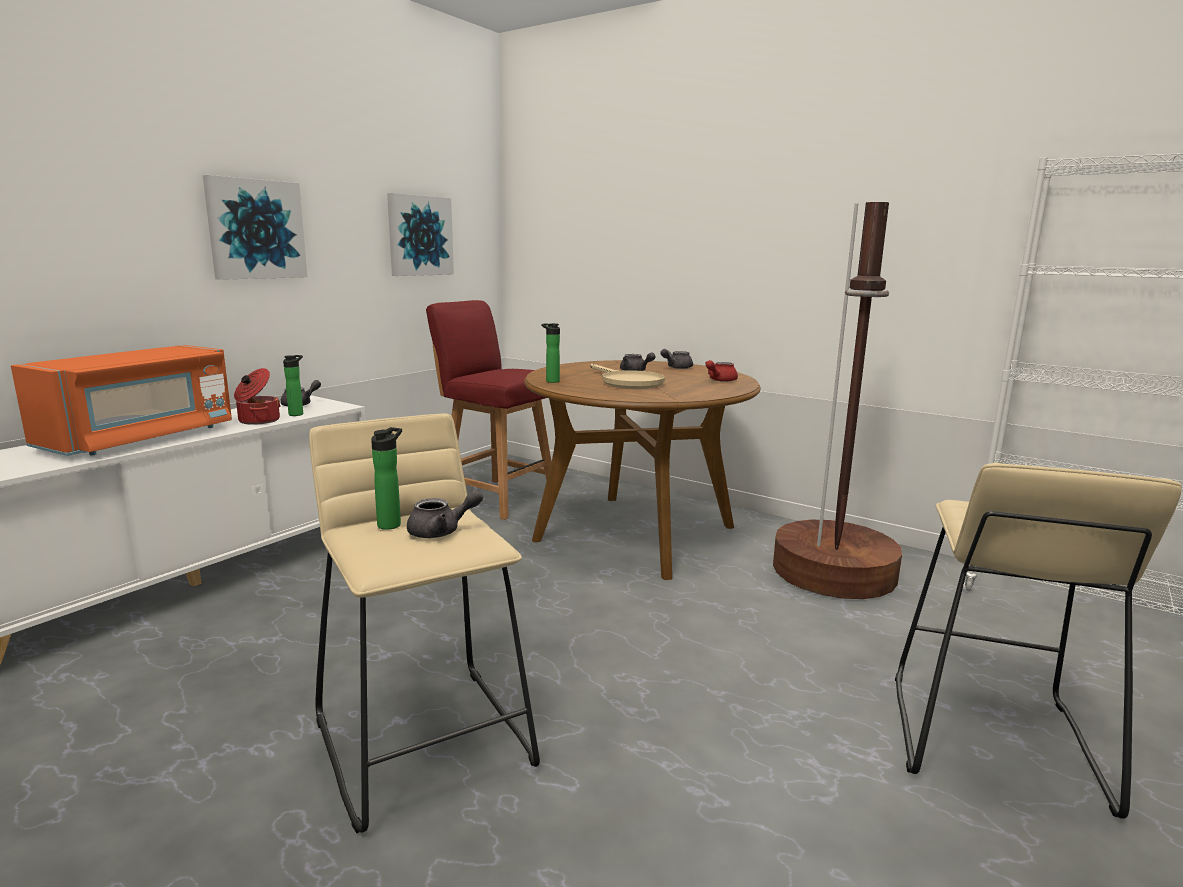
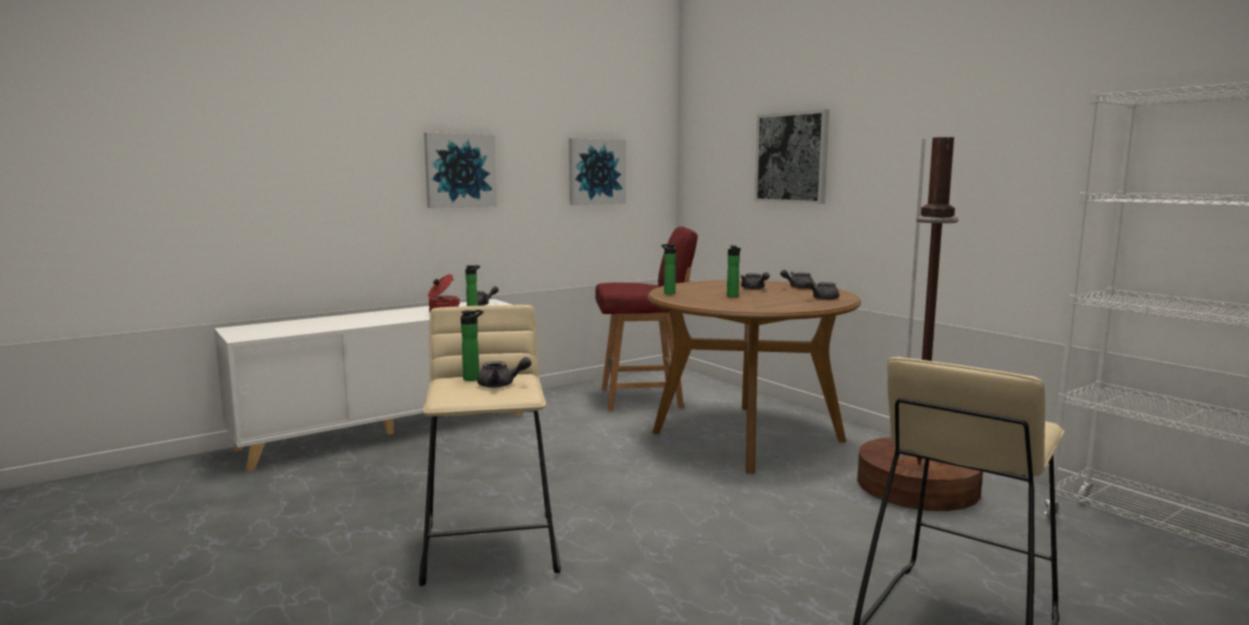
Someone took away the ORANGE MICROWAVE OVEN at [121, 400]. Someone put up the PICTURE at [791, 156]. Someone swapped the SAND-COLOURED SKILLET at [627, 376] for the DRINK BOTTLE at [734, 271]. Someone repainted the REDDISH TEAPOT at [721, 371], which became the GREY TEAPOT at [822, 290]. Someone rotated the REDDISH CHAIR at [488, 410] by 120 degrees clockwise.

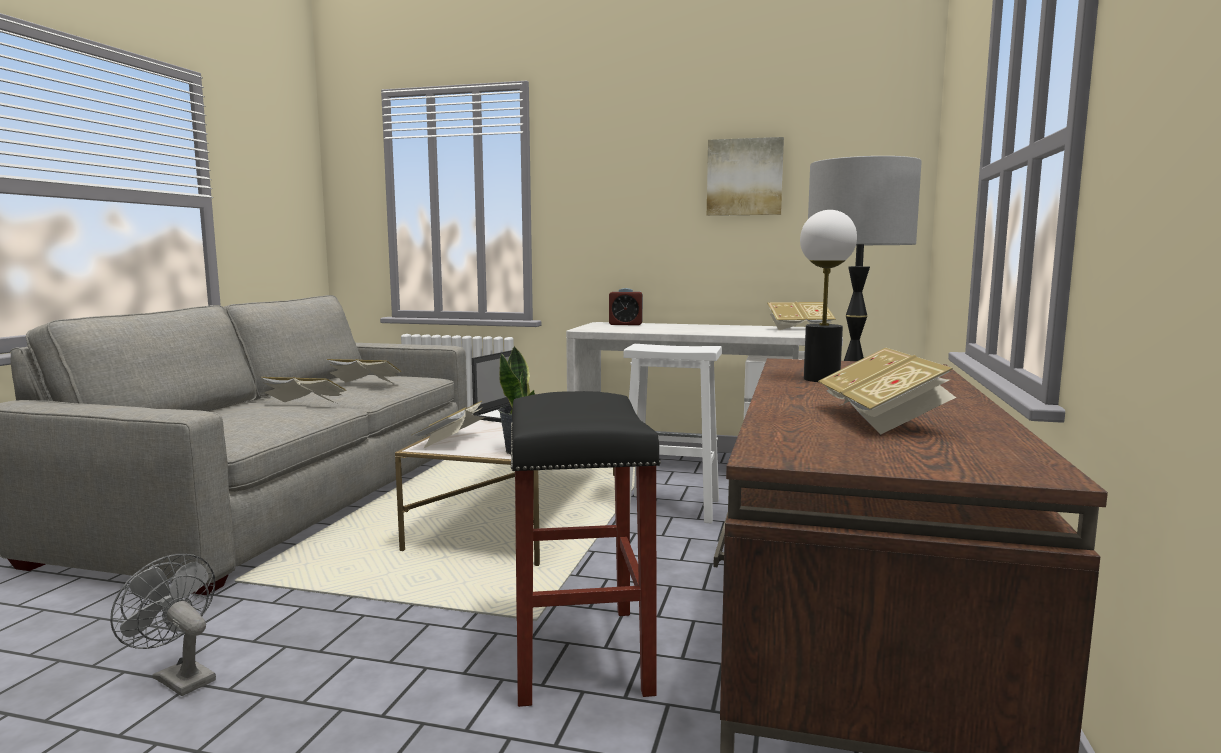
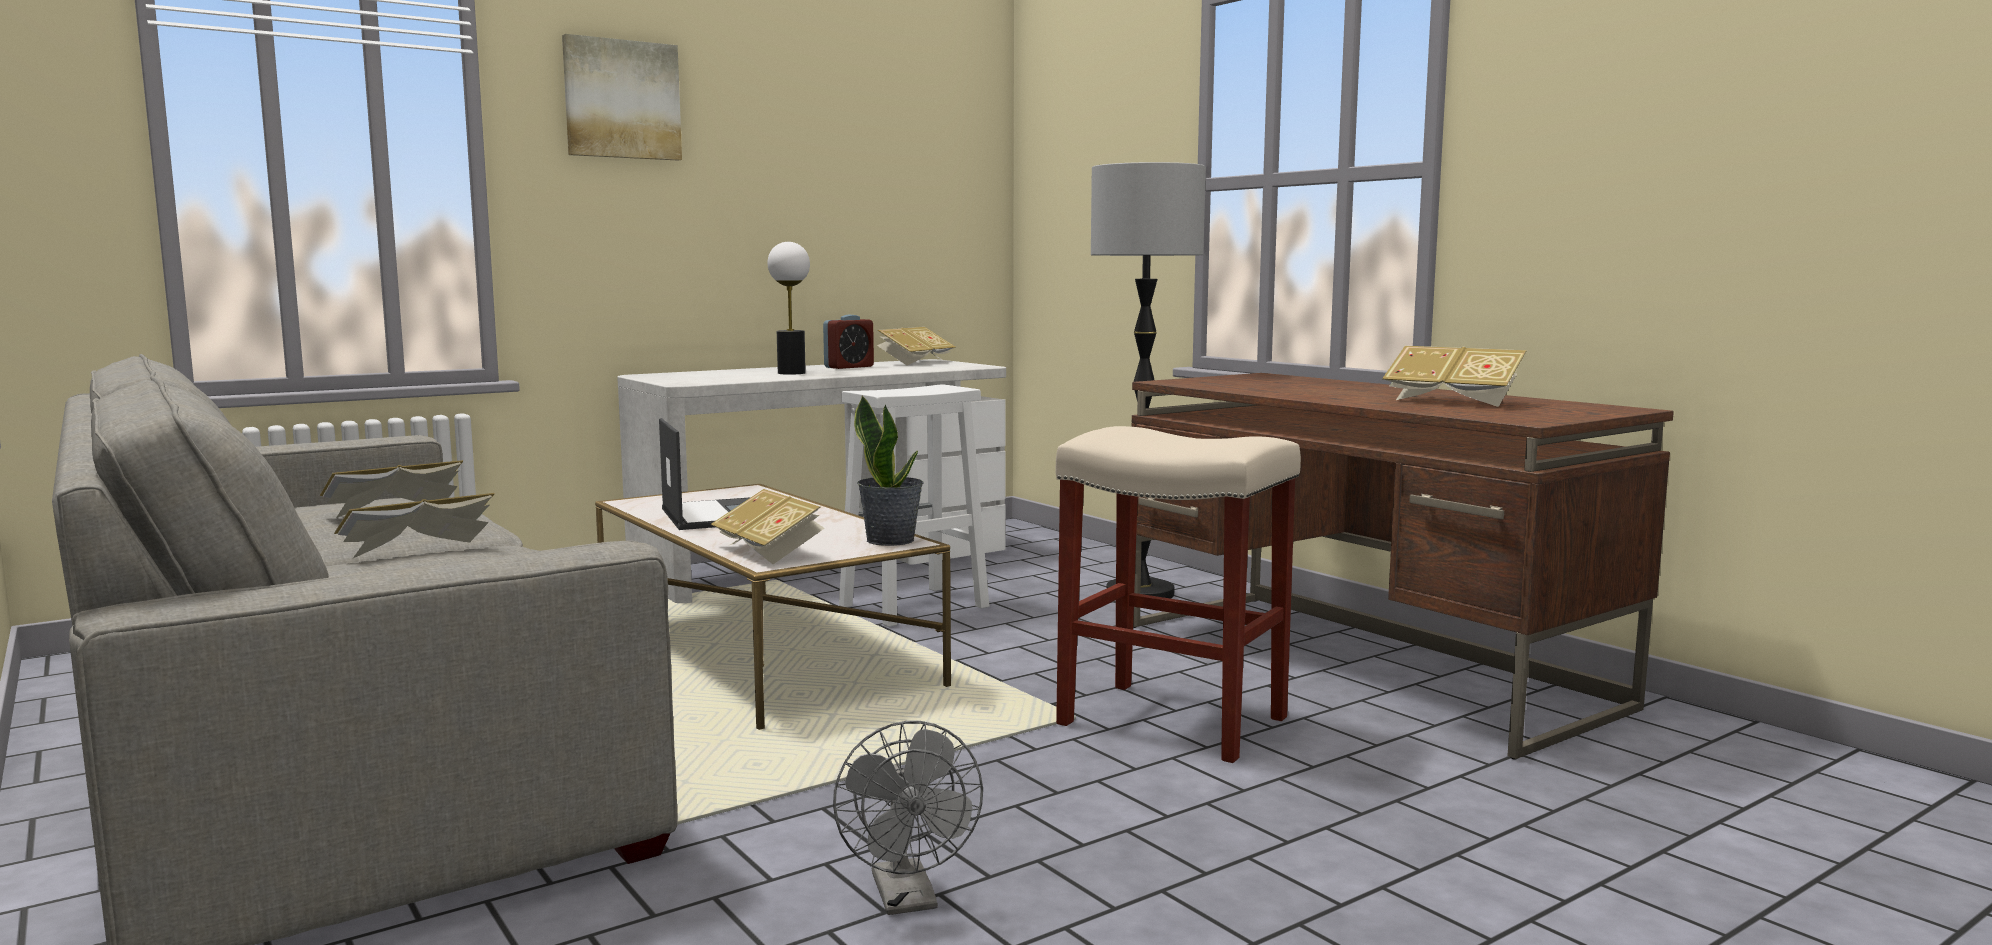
Someone carried the ALARM CLOCK from [626, 306] to [848, 342]. Someone carried the PICTURE from [745, 176] to [622, 97]. Someone carried the TABLETOP LAMP from [828, 296] to [789, 308]. Someone repainted the BLACK STOOL at [586, 549], which became the SAND-COLOURED STOOL at [1178, 594]. Someone rotated the GREY FAN at [163, 625] by 90 degrees counterclockwise.

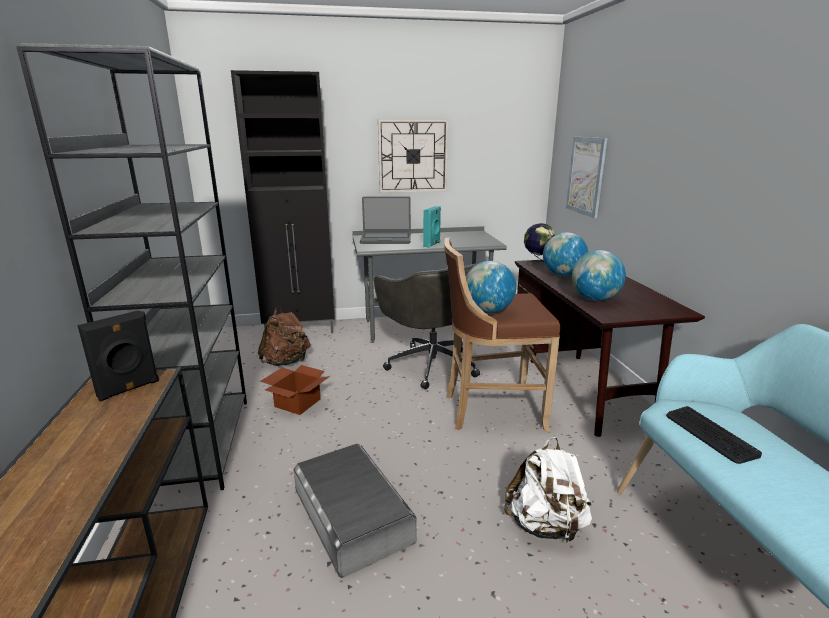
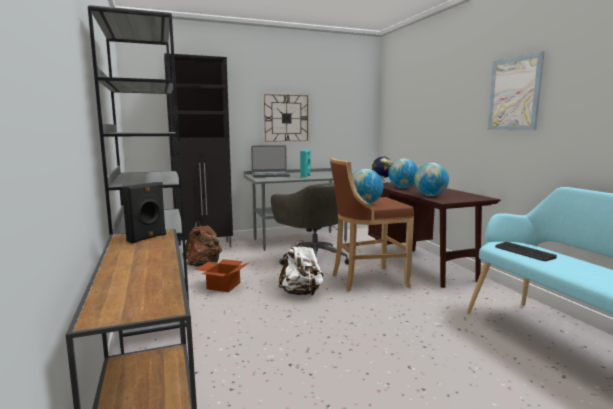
Someone took away the GREY STORAGE BOX at [355, 511]. Someone carried the WHITE-COLOURED BACKPACK from [548, 491] to [300, 268]. Someone carried the PICTURE from [587, 177] to [516, 90].

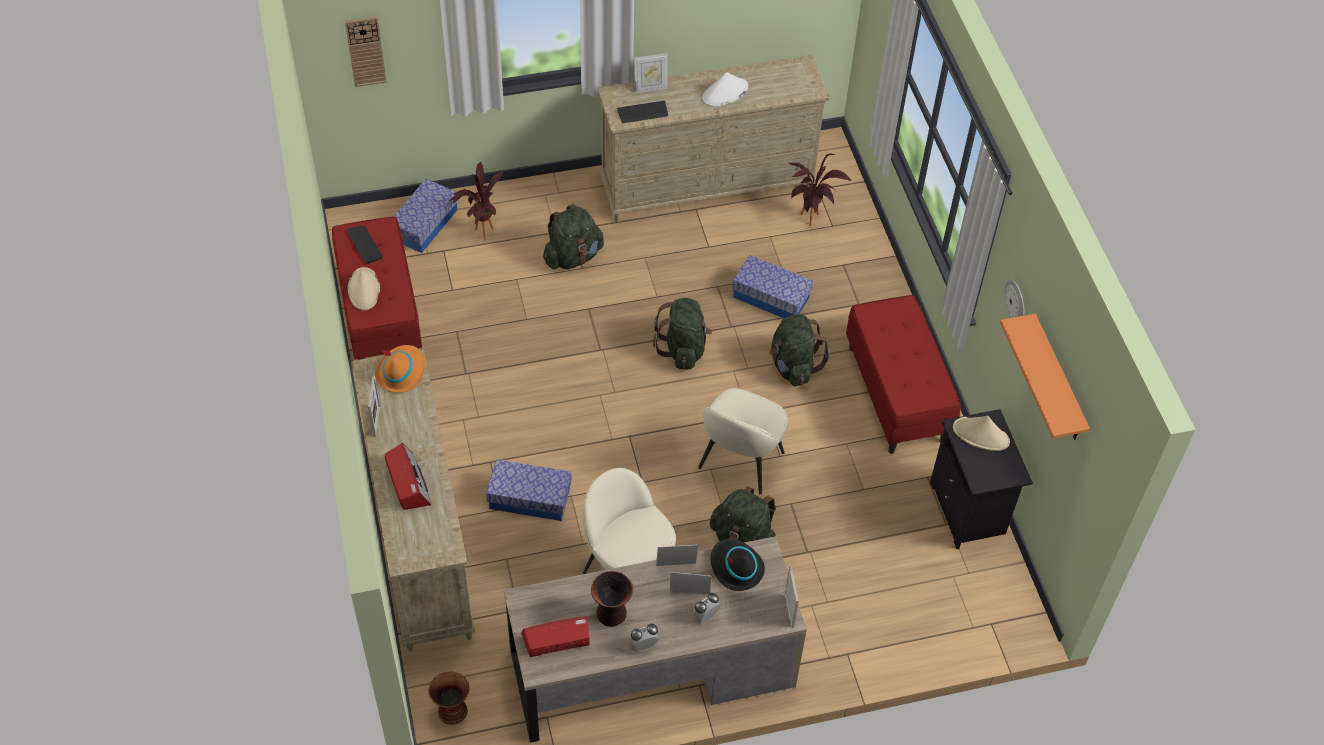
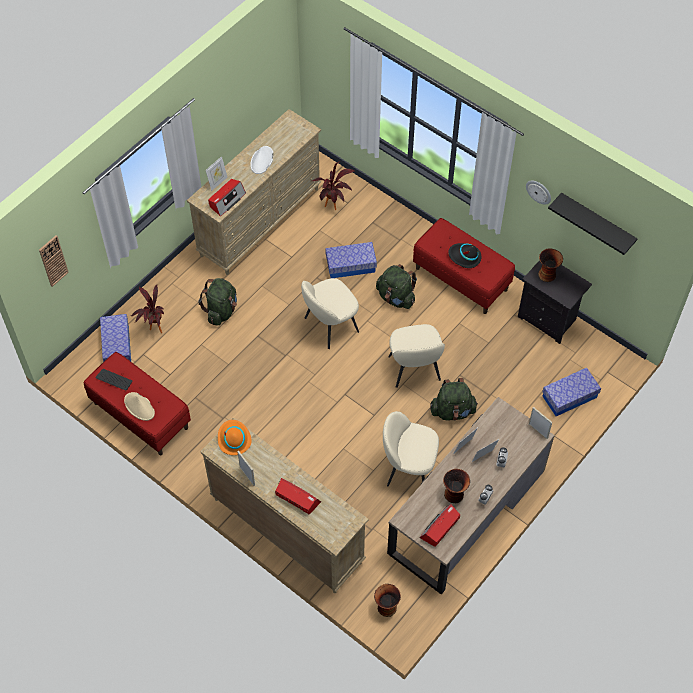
Someone carried the STORAGE BOX from [529, 490] to [571, 392]. Someone carried the BLACK CLOTHING HAT from [737, 565] to [464, 255]. Someone swapped the COMPUTER KEYBOARD at [642, 112] for the RADIO SET at [227, 198]. Someone swapped the GREEN BACKPACK at [682, 334] for the SAND-COLOURED CHAIR at [330, 313]. Someone swapped the SAND-COLOURED CLOTHING HAT at [981, 433] for the DECORATIVE VASE at [550, 265]. Someone repainted the ORANGE BRACKET SHELF at [1045, 377], which became the BLACK BRACKET SHELF at [593, 224].

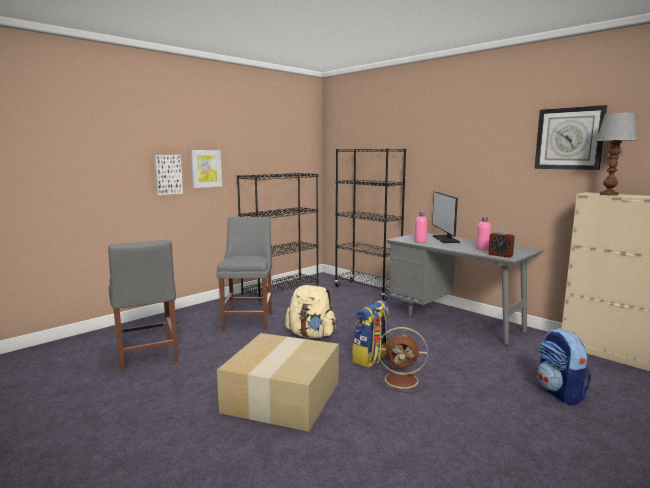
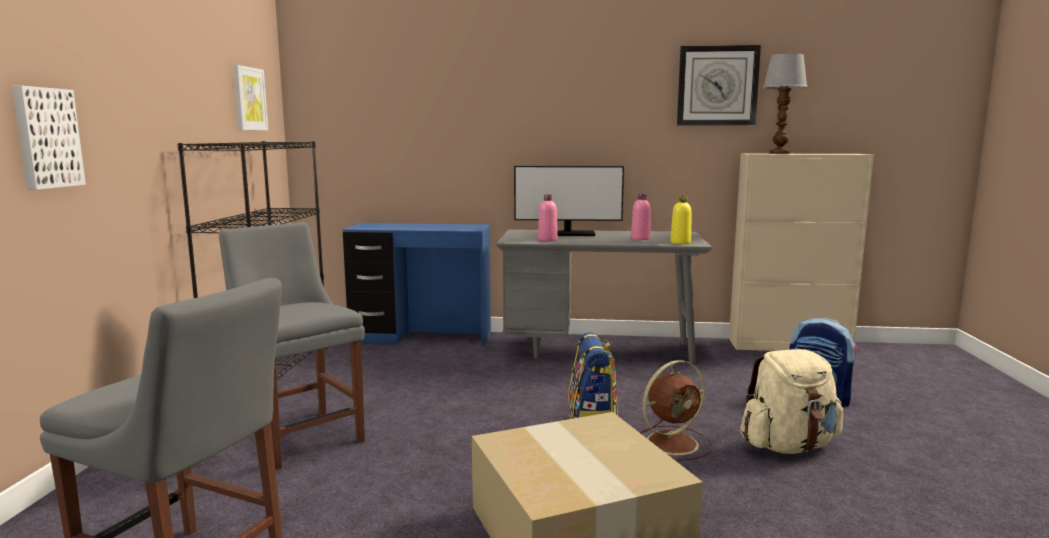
Someone carried the PICTURE from [206, 169] to [250, 97]. Someone carried the SAND-COLOURED BACKPACK from [310, 311] to [791, 401]. Someone swapped the BLACK BOOKSHELF at [370, 224] for the BLUE-COLOURED DESK at [417, 285]. Someone swapped the ALARM CLOCK at [501, 244] for the YELLOW-COLOURED DRINK BOTTLE at [681, 220]. Someone rotated the COMPUTER SCREEN at [446, 217] by 45 degrees counterclockwise.

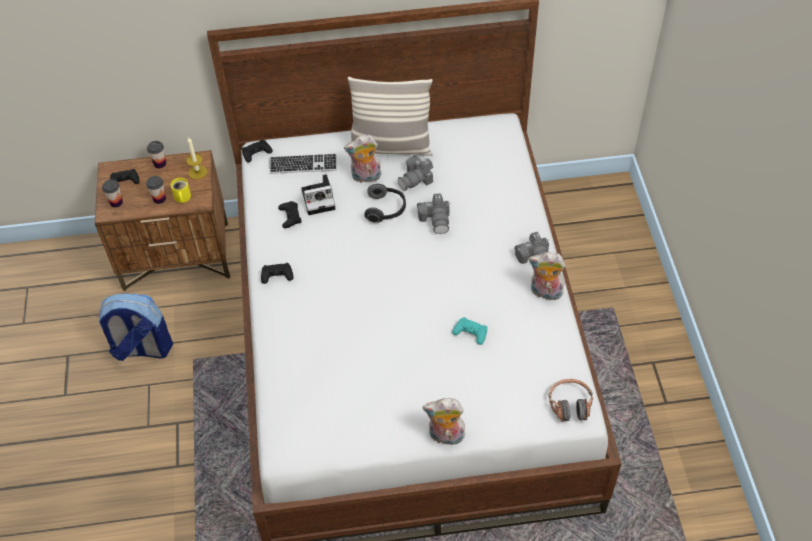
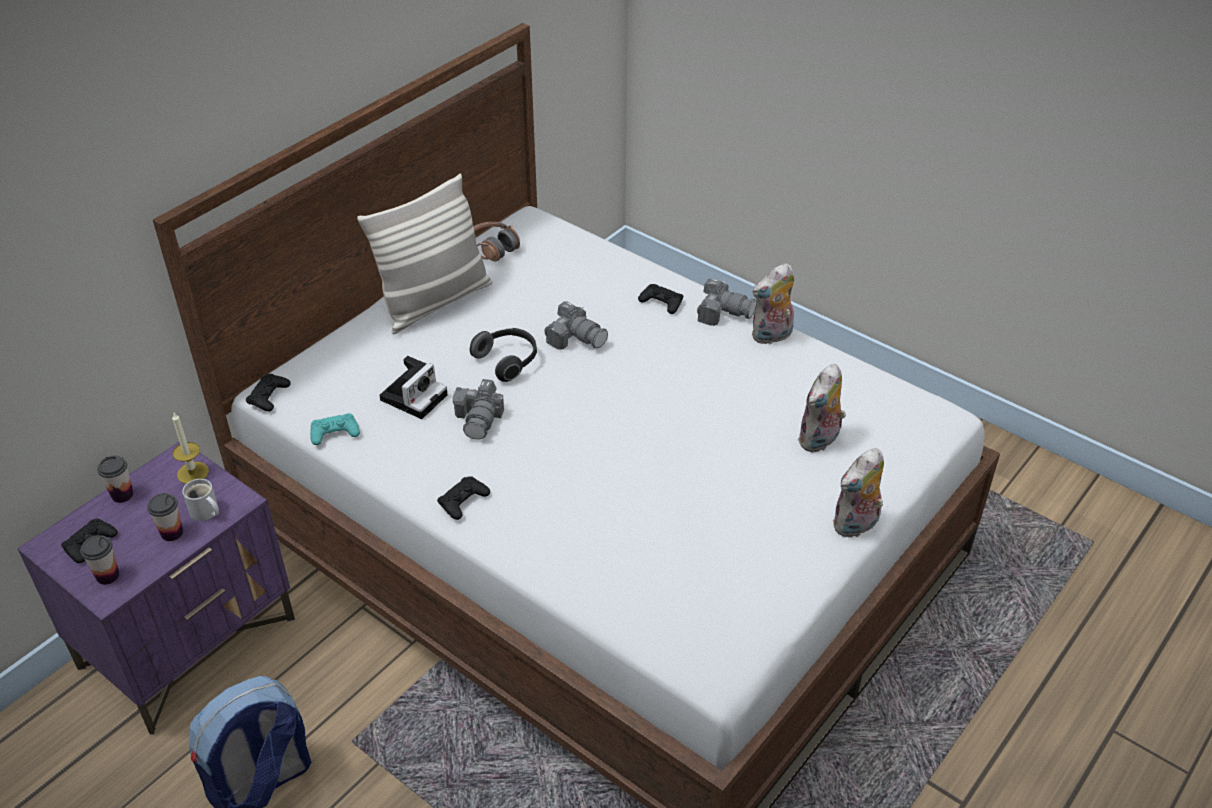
Someone took away the COMPUTER KEYBOARD at [303, 163]. Someone carried the BLACK GAME CONTROLLER from [289, 214] to [660, 299]. Someone carried the SOFT TOY from [363, 159] to [821, 408]. Someone carried the PHOTO CAMERA from [415, 173] to [478, 409]. Someone carried the BLUE-GREEN GAME CONTROLLER from [469, 331] to [335, 429]. Someone carried the HEADSET from [570, 400] to [497, 242]. Someone repainted the BROWNISH NIGHTSTAND at [162, 220], which became the PURPLISH NIGHTSTAND at [156, 588]. Someone repainted the YELLOW-COLOURED COFFEE MUG at [181, 190], which became the WHITE-COLOURED COFFEE MUG at [200, 500].

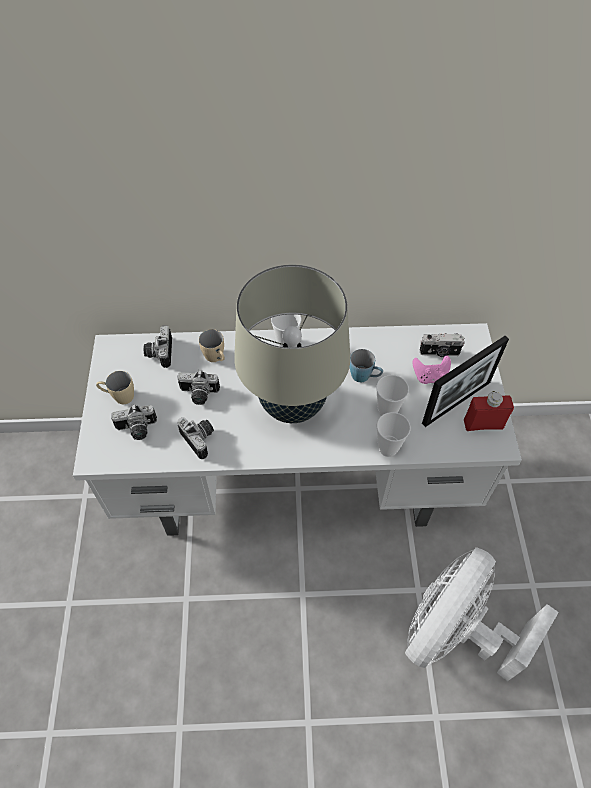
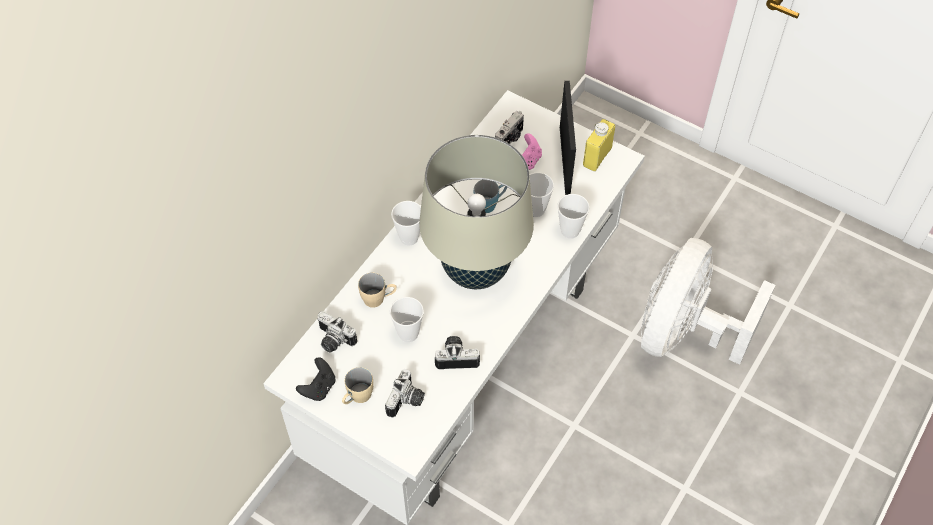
Someone put down the BLACK GAME CONTROLLER at [316, 379]. Someone swapped the PHOTO CAMERA at [198, 387] for the SMALL CUP at [407, 319]. Someone repainted the REDDISH DRINK BOTTLE at [489, 411], which became the YELLOW-COLOURED DRINK BOTTLE at [599, 145]. Someone rotated the WHITE-COLOURED FAN at [482, 614] by 45 degrees clockwise.

